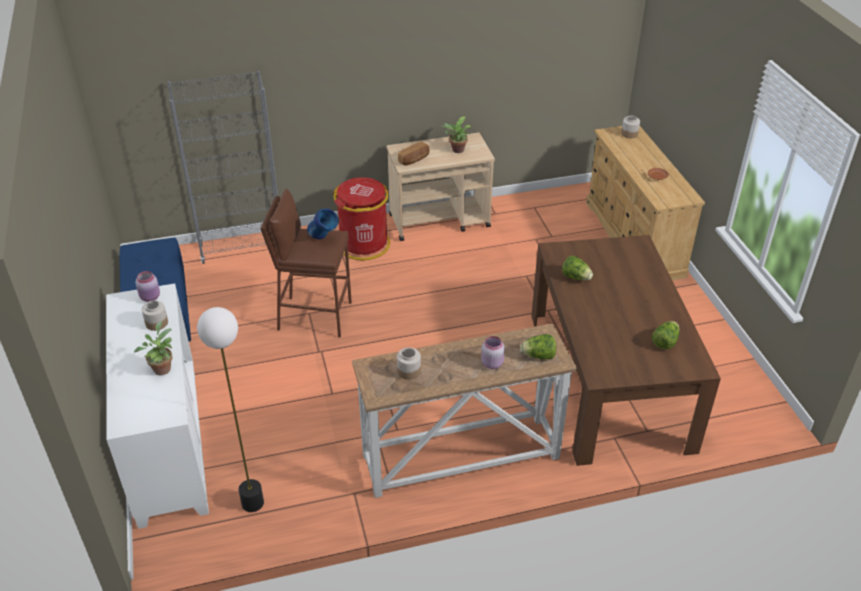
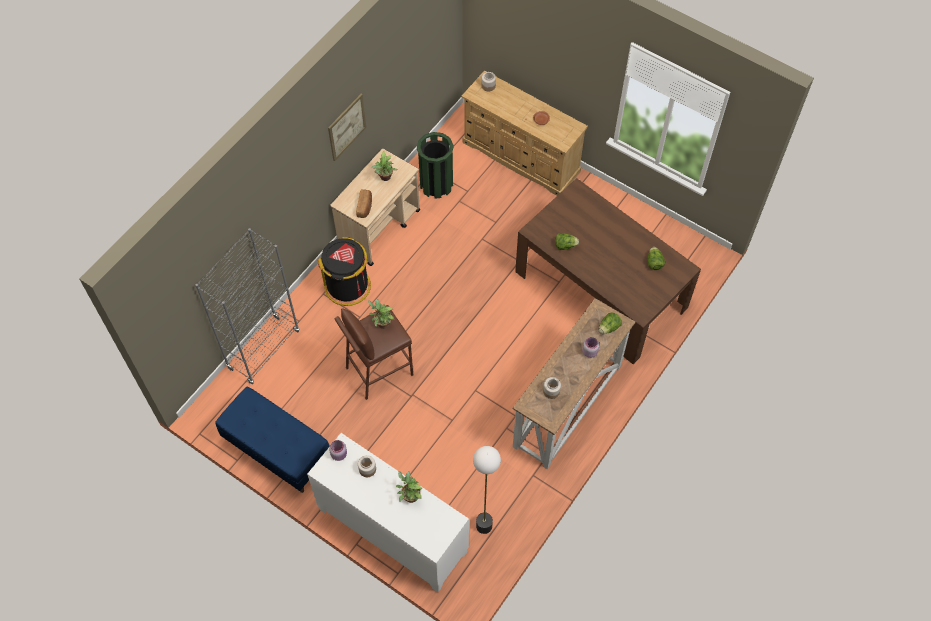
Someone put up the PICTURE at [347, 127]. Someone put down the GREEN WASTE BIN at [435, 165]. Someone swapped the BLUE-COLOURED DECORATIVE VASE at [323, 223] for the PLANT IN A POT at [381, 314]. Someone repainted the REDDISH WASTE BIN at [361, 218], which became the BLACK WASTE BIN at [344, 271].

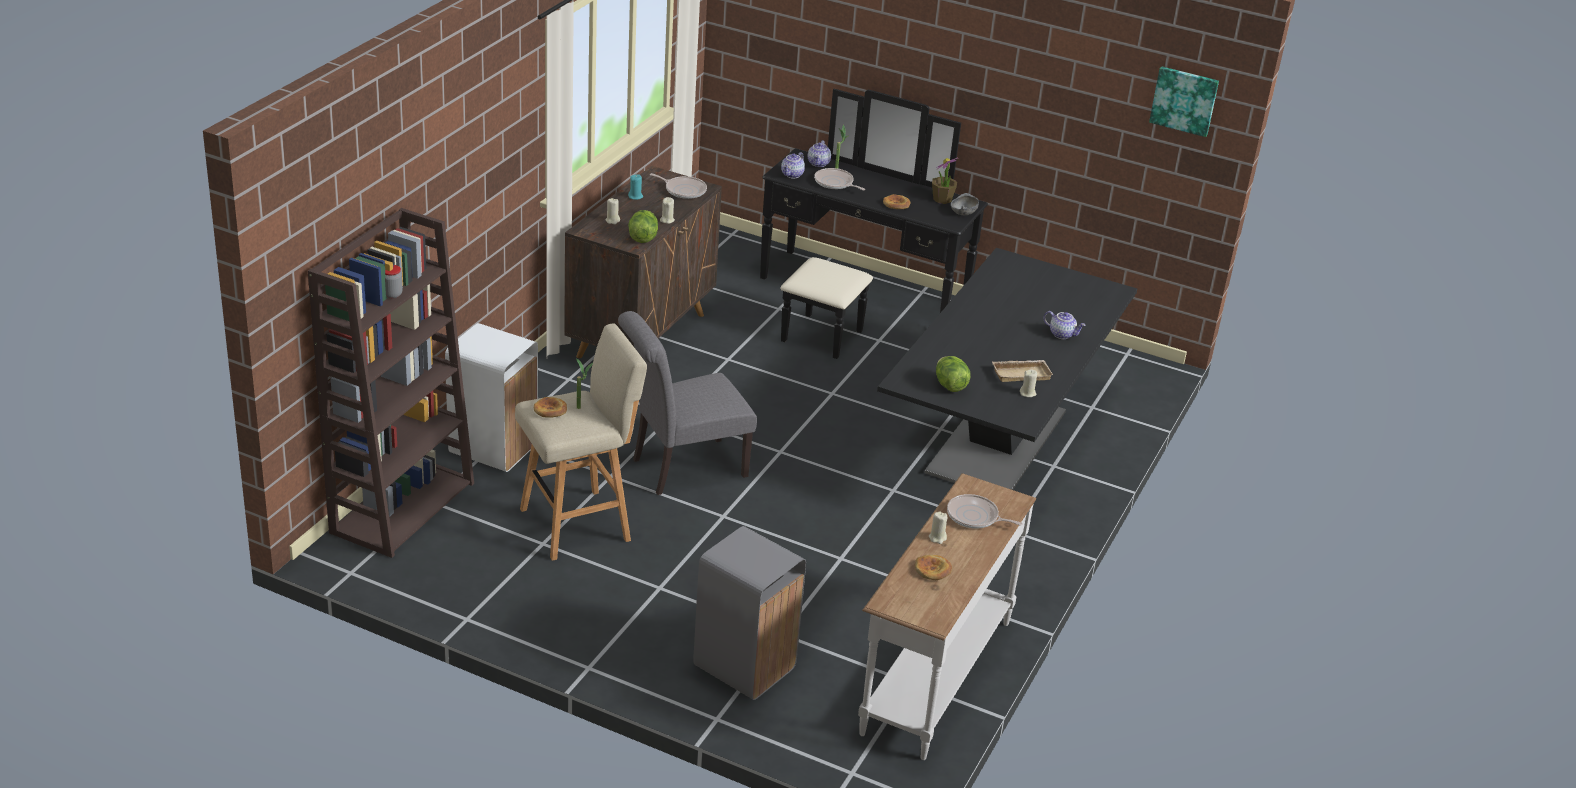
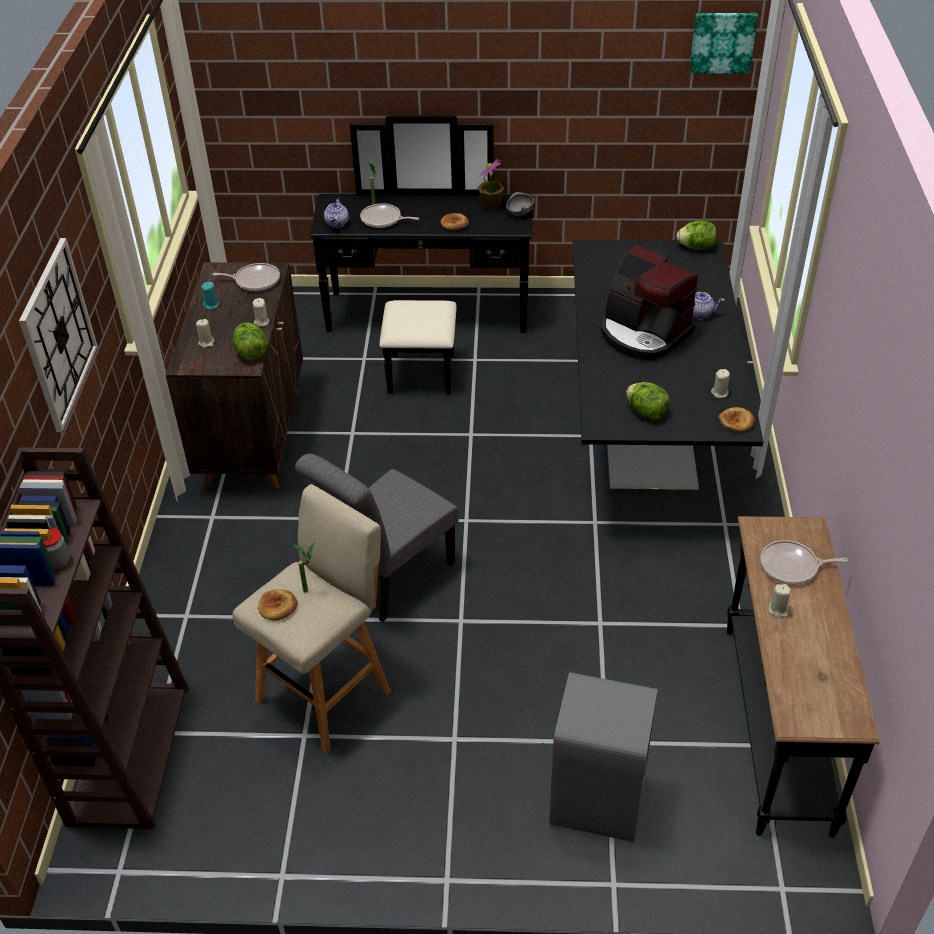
Someone took away the WHITE-COLOURED WASTE BIN at [491, 397]. Someone took away the TEAPOT at [819, 153]. Someone took away the SAND-COLOURED TRAY at [1022, 371]. Someone put up the HANGING CLOCK at [58, 335]. Someone put down the COFFEE MACHINE at [649, 302]. Someone put down the LETTUCE at [697, 235]. Someone carried the BREAD from [933, 567] to [736, 419]. Someone repainted the WHITE-COLOURED NARROW TABLE at [947, 616], which became the BLACK NARROW TABLE at [803, 677].

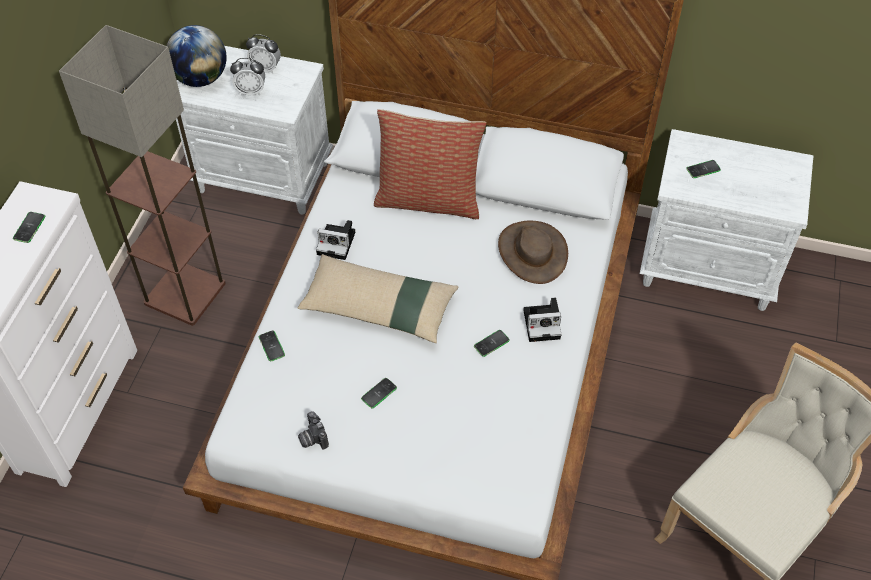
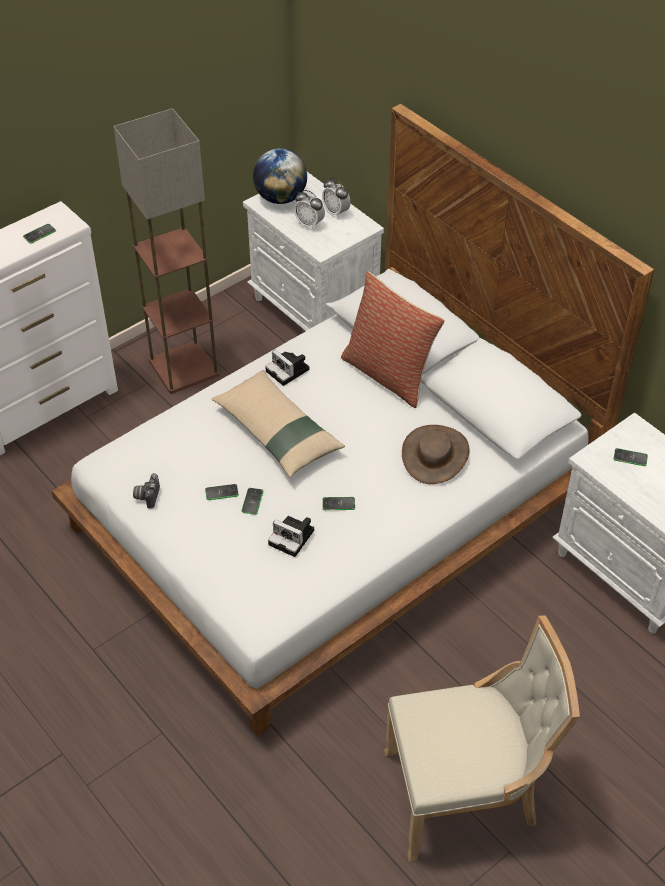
Someone carried the TELEPHONE from [272, 345] to [252, 501]. Someone carried the PHOTO CAMERA from [542, 319] to [291, 536].

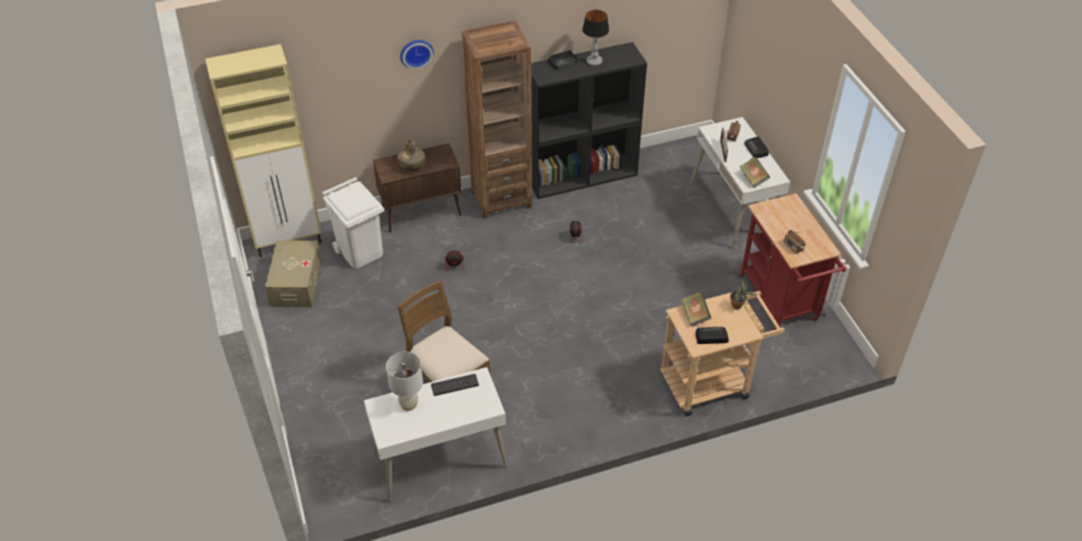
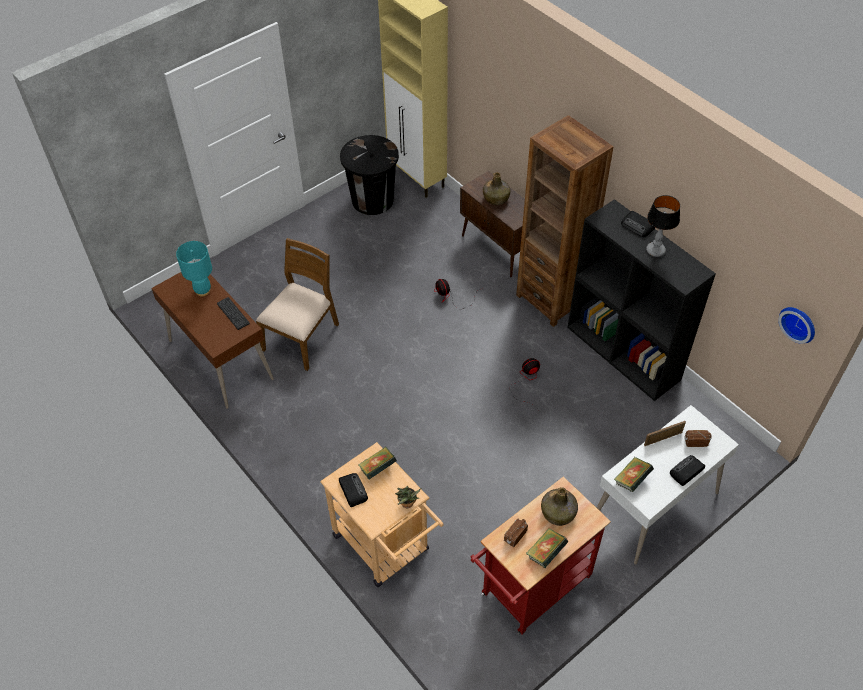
Someone took away the WHITE-COLOURED WASTE BIN at [353, 222]. Someone put down the BOOK at [547, 548]. Someone put down the GREEN DRINK BOTTLE at [559, 506]. Someone carried the HANGING CLOCK from [417, 54] to [796, 325]. Someone swapped the SAND-COLOURED STORAGE BOX at [293, 273] for the BLACK WASTE BIN at [369, 175]. Someone repainted the WHITE-COLOURED DESK at [435, 434], which became the BROWNISH DESK at [212, 340]. Someone repainted the WHITE-COLOURED TABLETOP LAMP at [404, 381], which became the BLUE-GREEN TABLETOP LAMP at [194, 268].

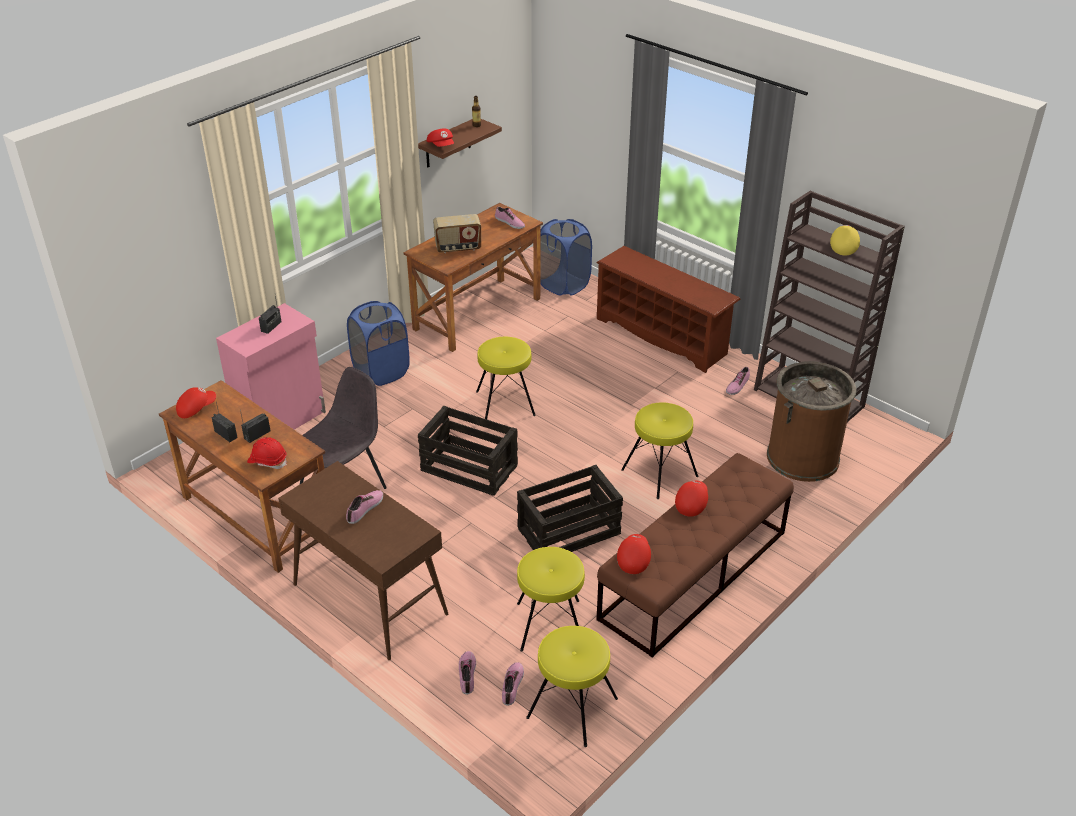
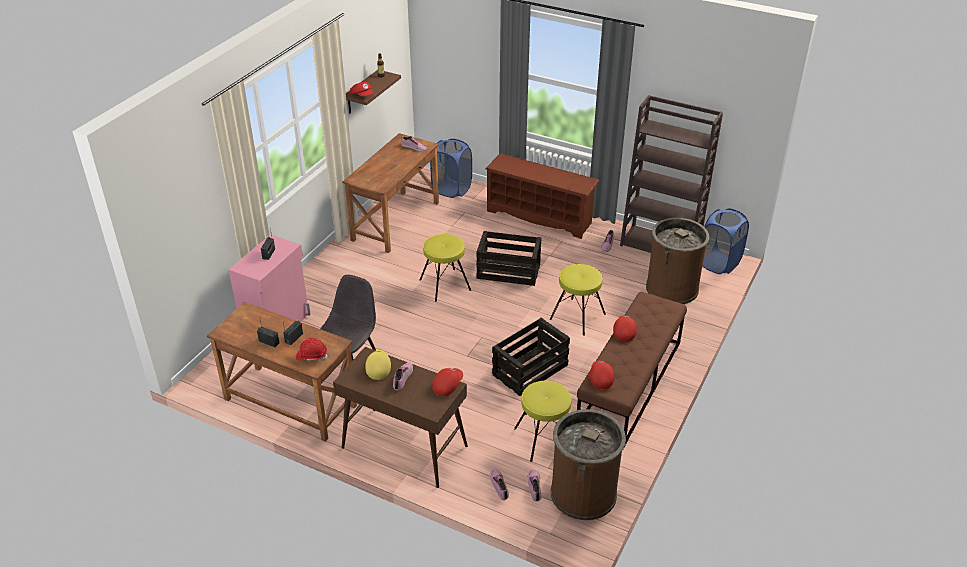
Someone took away the RADIO SET at [457, 233]. Someone carried the REDDISH BASEBALL CAP from [196, 402] to [447, 382]. Someone carried the BLUE-COLOURED HAMPER from [378, 343] to [725, 241]. Someone carried the PACKING CRATE from [468, 451] to [508, 258]. Someone carried the YELLOW-COLOURED BASEBALL CAP from [845, 240] to [378, 365]. Someone swapped the YELLOW-COLOURED STOOL at [572, 686] for the BROWNISH WASTE BIN at [588, 464].

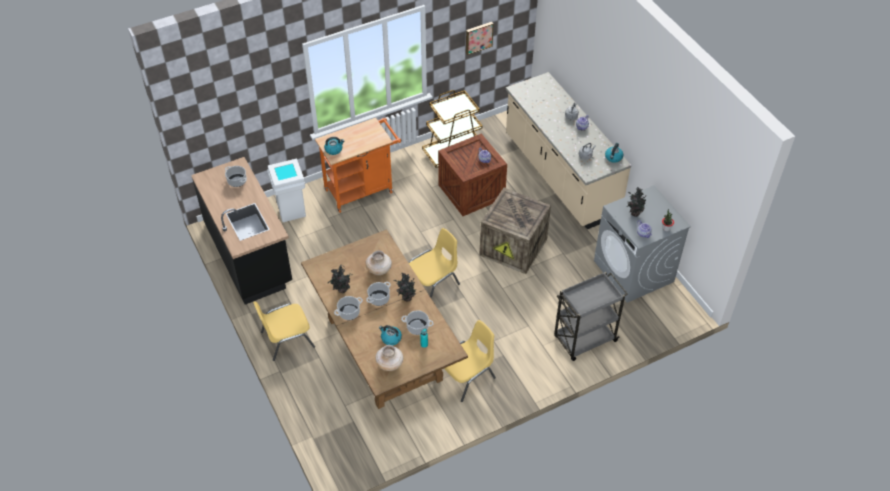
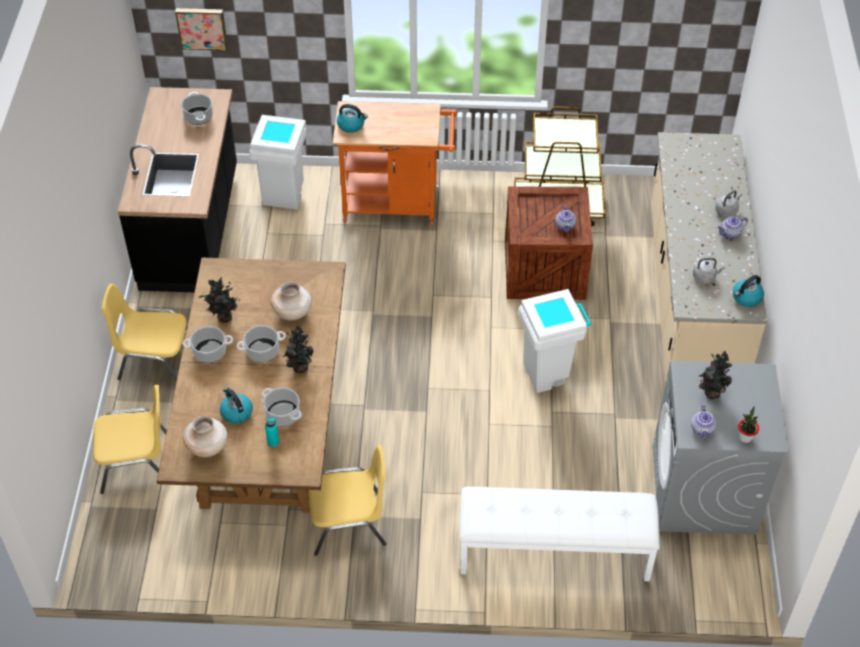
Someone carried the YELLOW-COLOURED CHAIR from [434, 263] to [130, 439]. Someone carried the PICTURE from [480, 38] to [201, 29]. Someone swapped the PACKING CRATE at [515, 231] for the WHITE-COLOURED WASTE BIN at [555, 341]. Someone swapped the GREY CART at [591, 316] for the WHITE-COLOURED LONG SEAT at [559, 534].

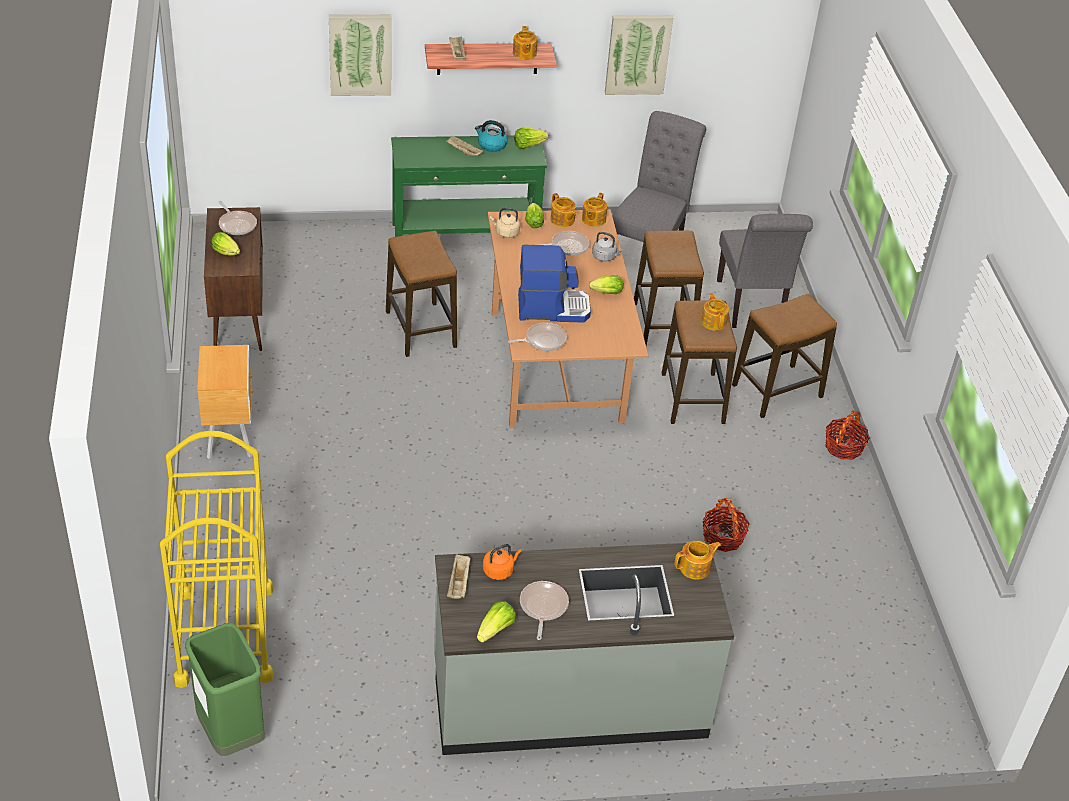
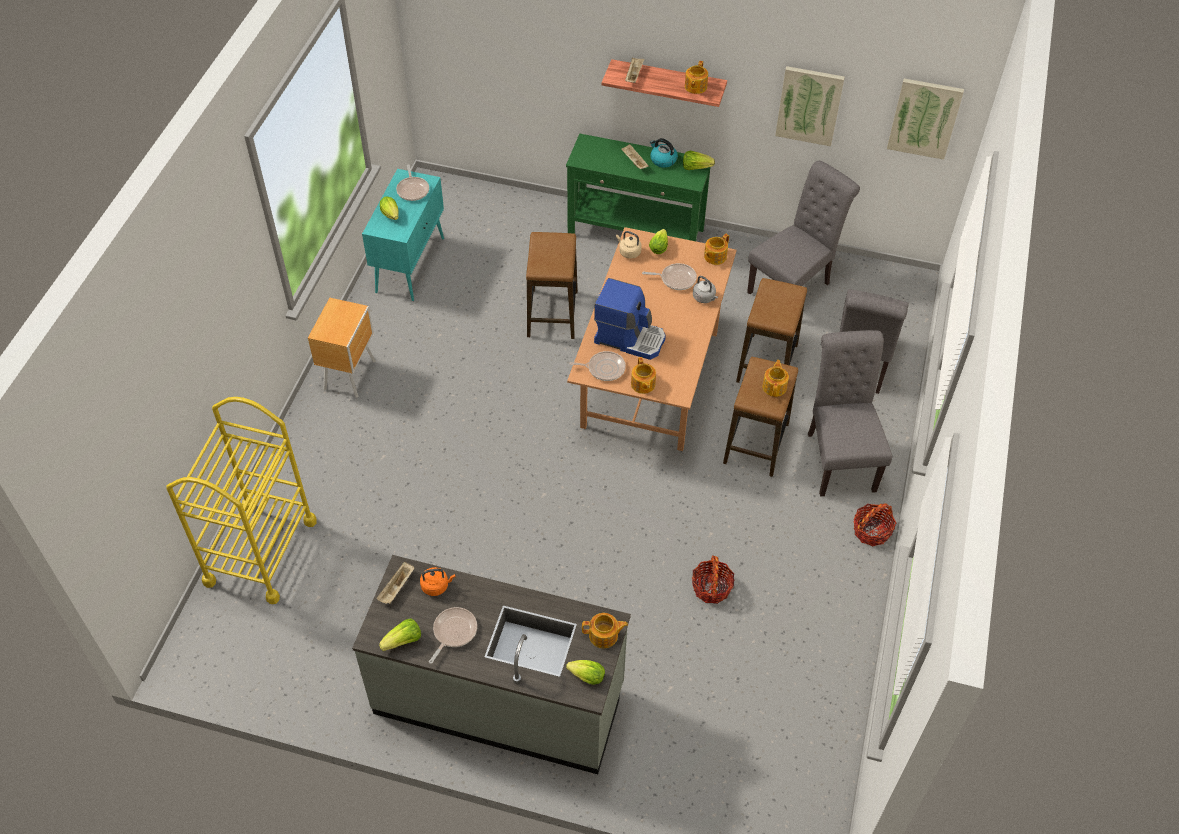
Someone took away the GREEN WASTE BIN at [224, 689]. Someone carried the PICTURE from [360, 55] to [925, 119]. Someone carried the TEAPOT from [564, 210] to [643, 375]. Someone carried the LETTUCE from [606, 284] to [585, 672]. Someone swapped the STOOL at [784, 356] for the GREY CHAIR at [850, 413]. Someone repainted the BROWNISH STORAGE CABINET at [233, 279], which became the BLUE-GREEN STORAGE CABINET at [403, 235].

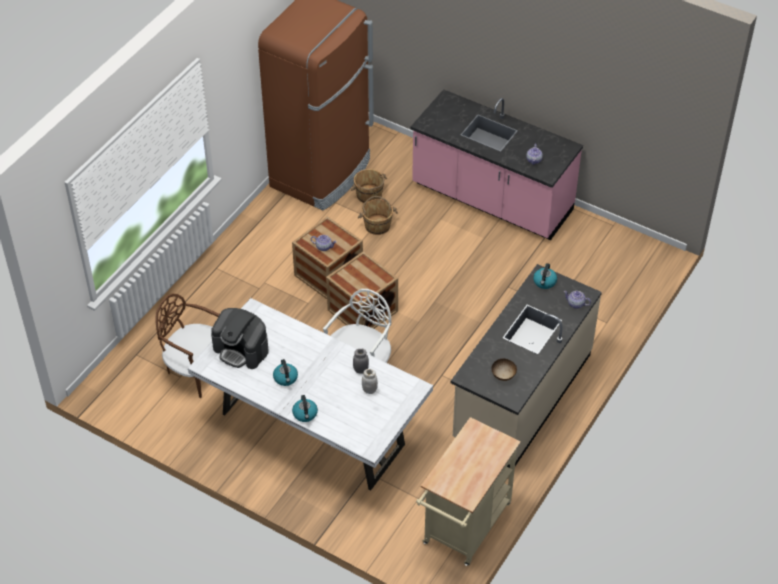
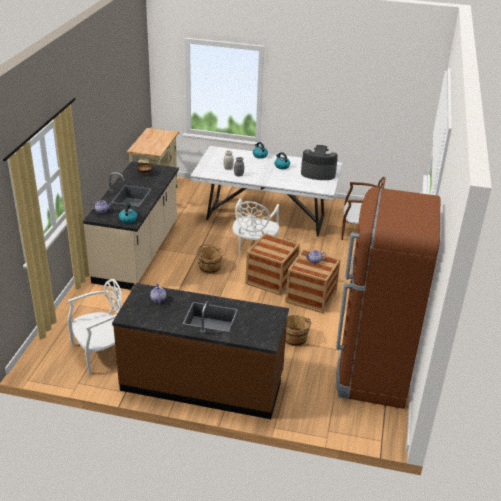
Someone put down the WHITE-COLOURED CHAIR at [95, 327]. Someone carried the BROWNISH WATER BUCKET from [369, 186] to [210, 259]. Someone repainted the PINK-COLOURED KITCHEN BASE UNIT at [496, 164], which became the BROWNISH KITCHEN BASE UNIT at [200, 351].

